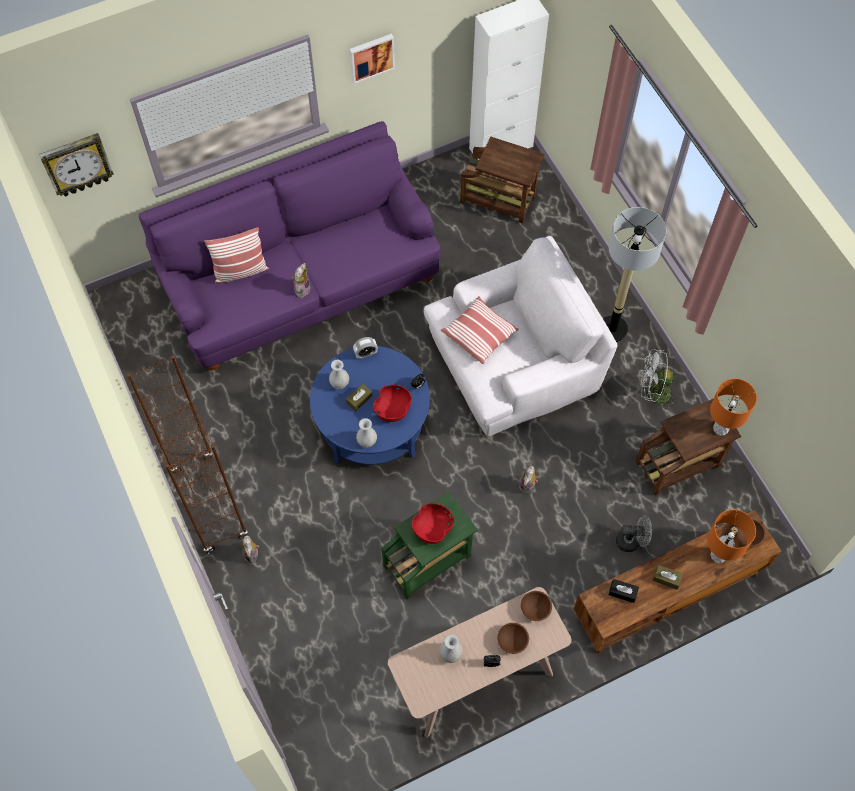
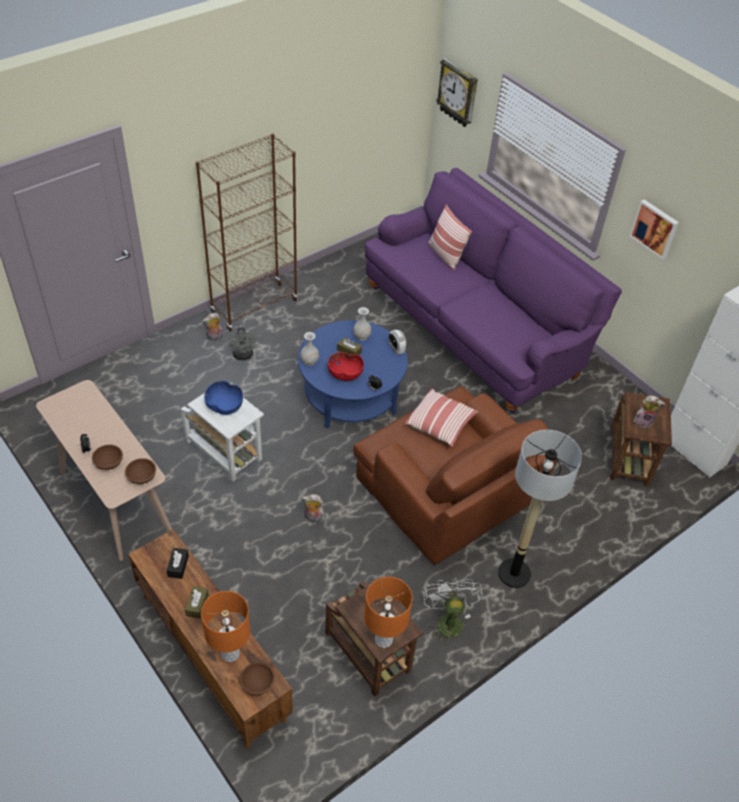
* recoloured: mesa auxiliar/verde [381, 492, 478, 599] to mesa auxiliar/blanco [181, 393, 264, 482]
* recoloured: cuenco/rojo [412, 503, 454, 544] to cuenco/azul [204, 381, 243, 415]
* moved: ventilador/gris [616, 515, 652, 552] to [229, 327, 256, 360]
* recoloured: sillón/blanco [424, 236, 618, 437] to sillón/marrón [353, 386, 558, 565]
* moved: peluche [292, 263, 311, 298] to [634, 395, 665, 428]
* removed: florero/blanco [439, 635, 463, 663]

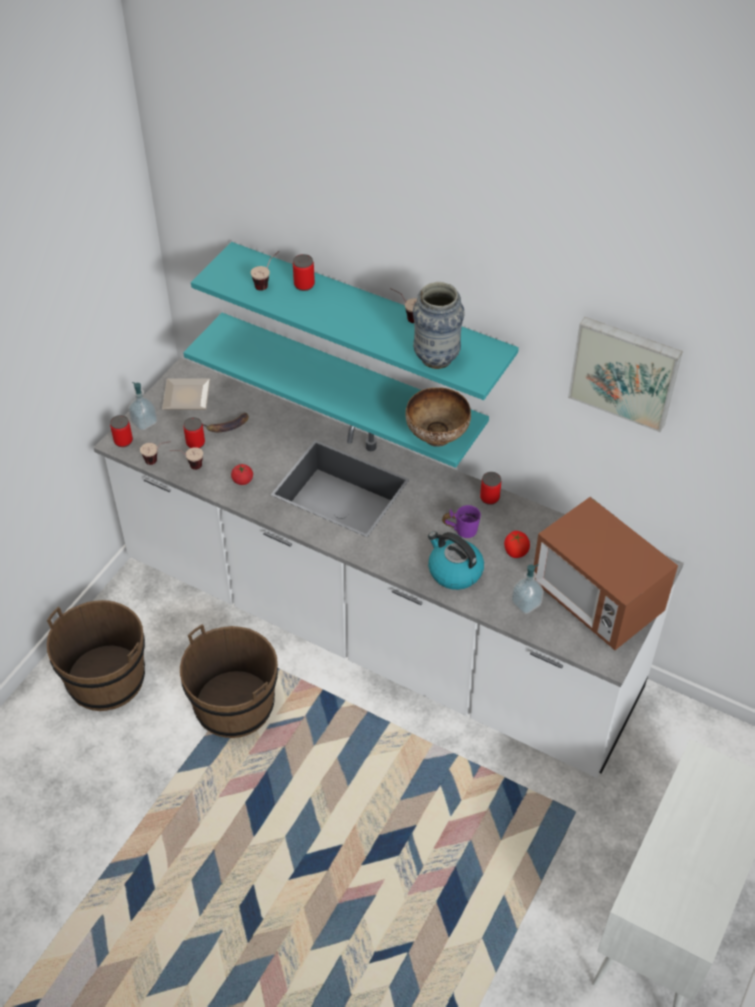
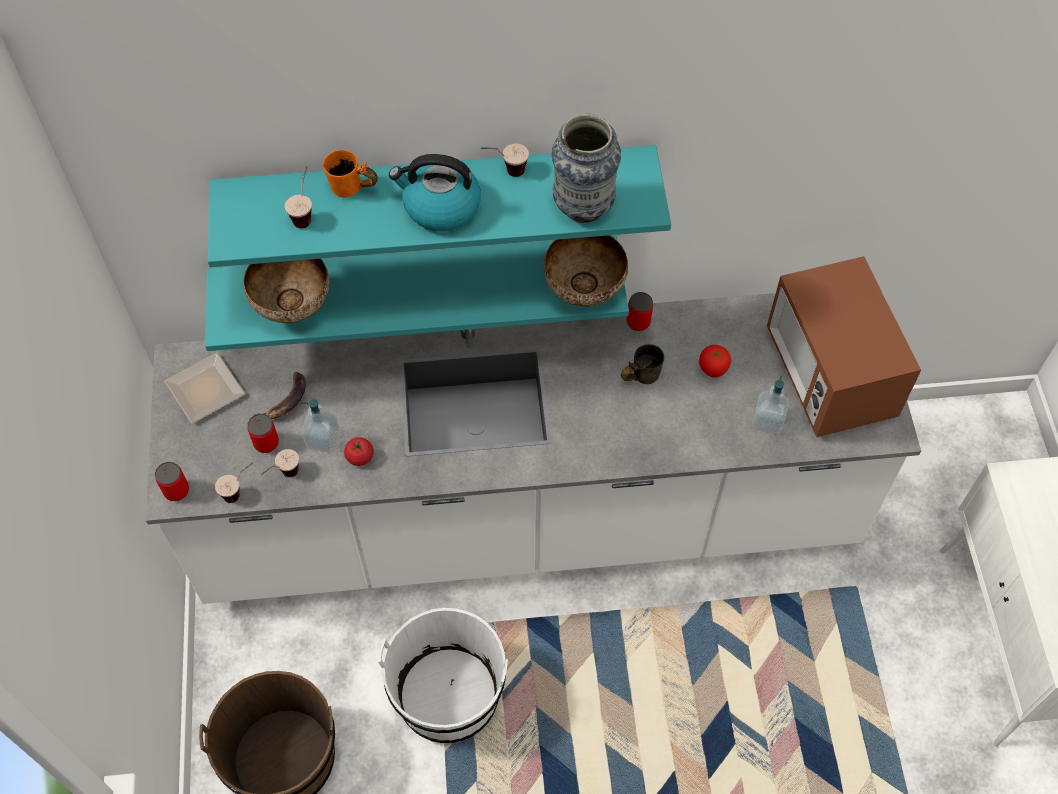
* added: cuenco [243, 259, 329, 323]
* moved: dispensador de jabón [128, 382, 158, 431] to [302, 399, 340, 452]
* replaced: lata [293, 254, 315, 291] to taza grande/naranja [323, 150, 378, 198]
* recoloured: cubo/marrón [180, 624, 278, 738] to cubo/blanco [378, 608, 508, 743]
* moved: hervidor [428, 531, 484, 590] to [389, 154, 481, 231]
* recoloured: taza grande/morado [442, 505, 481, 538] to taza grande/gris [621, 344, 664, 384]
* turned: microondas [534, 497, 678, 650] = [767, 256, 921, 437] 60 degrees clockwise
* removed: cuadro [568, 317, 683, 432]

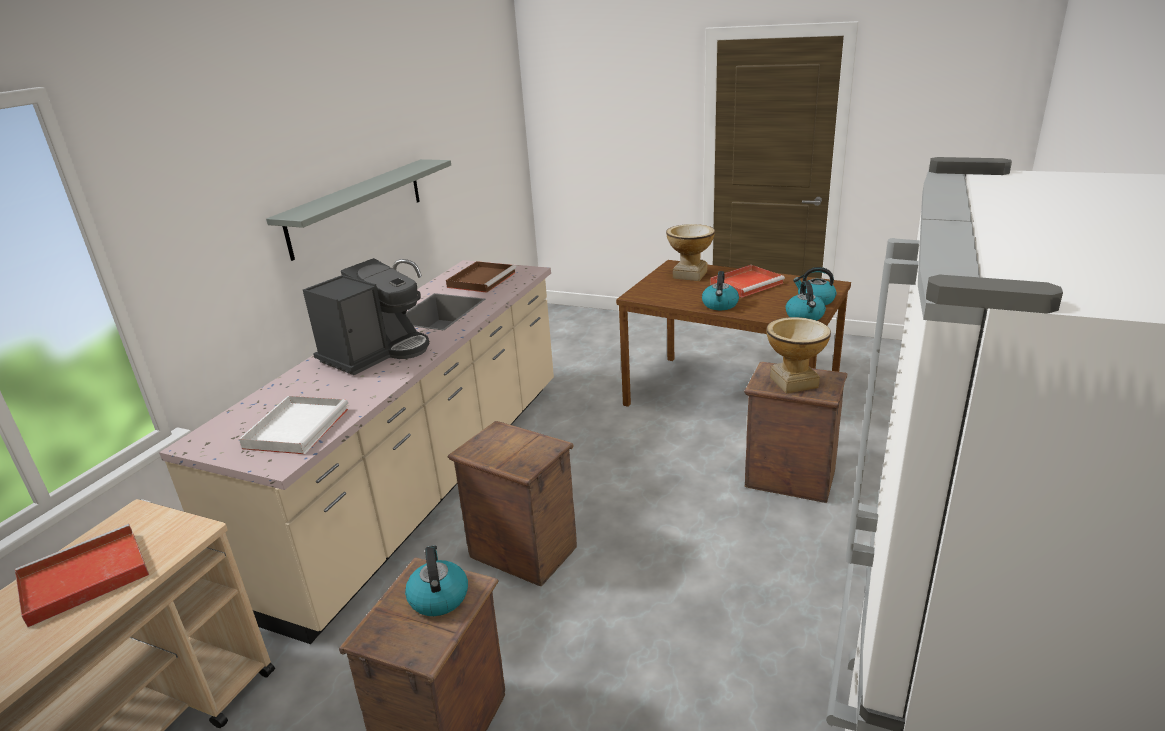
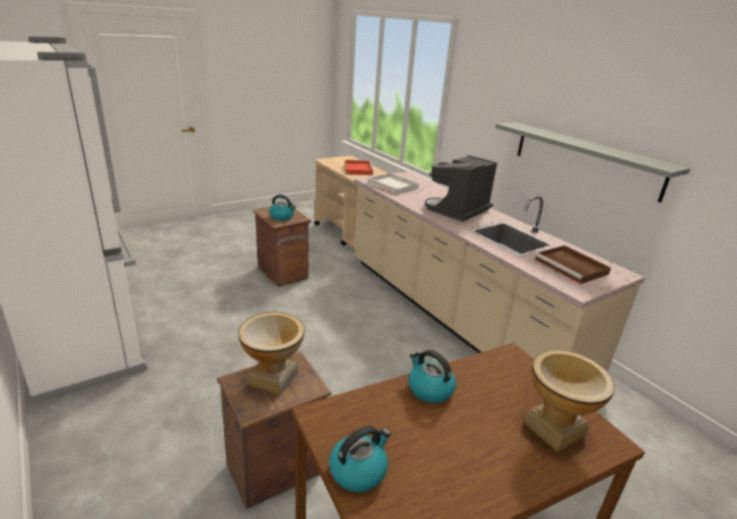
* turned: cafetera [303, 258, 430, 375] = [425, 155, 497, 222] 60 degrees clockwise
* removed: caja de embalaje [447, 421, 577, 586]
* removed: bandeja/rojo [710, 265, 785, 298]
* removed: hervidor [786, 281, 826, 321]

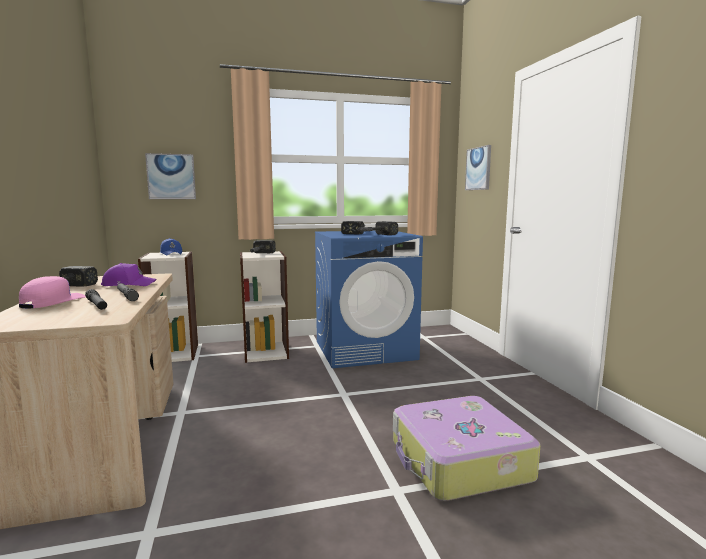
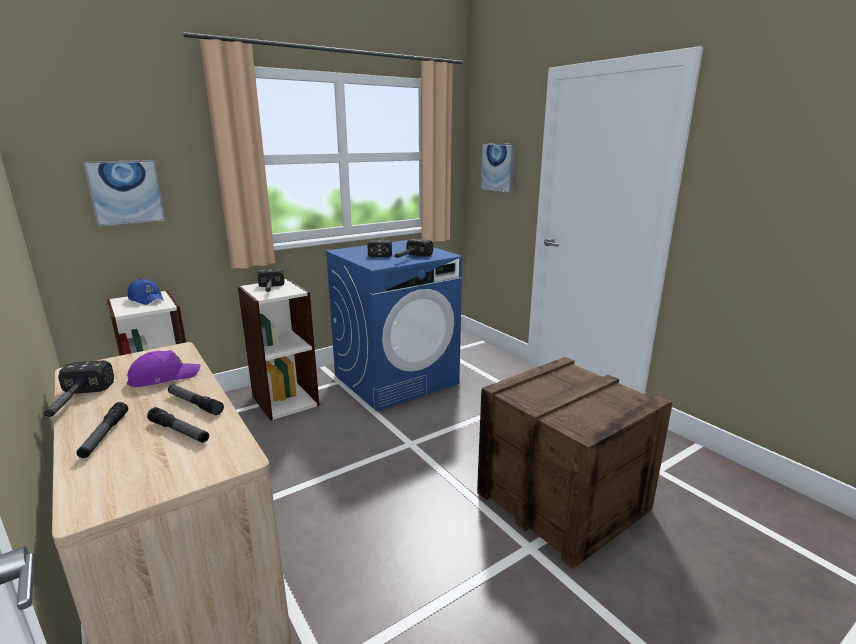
* replaced: gorra/rosa [19, 276, 86, 308] to linterna [77, 402, 128, 458]
* replaced: maleta [393, 396, 540, 501] to caja de embalaje [477, 357, 672, 569]

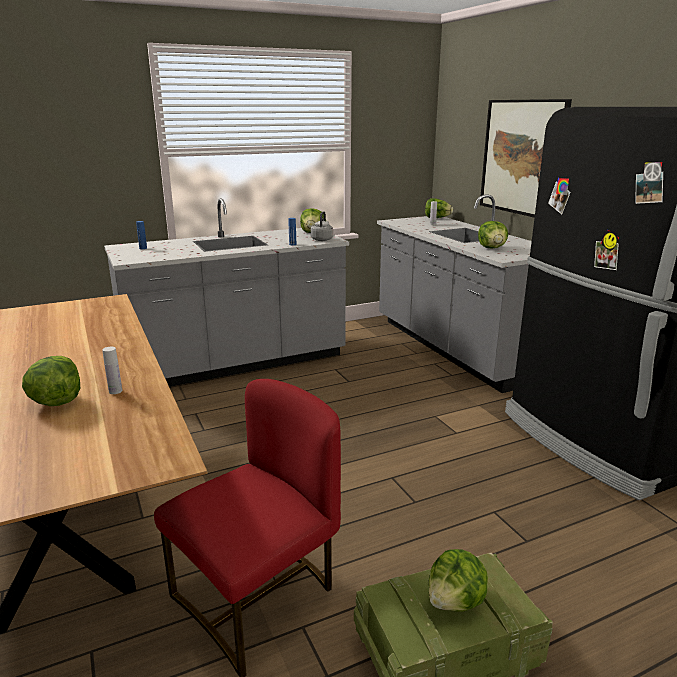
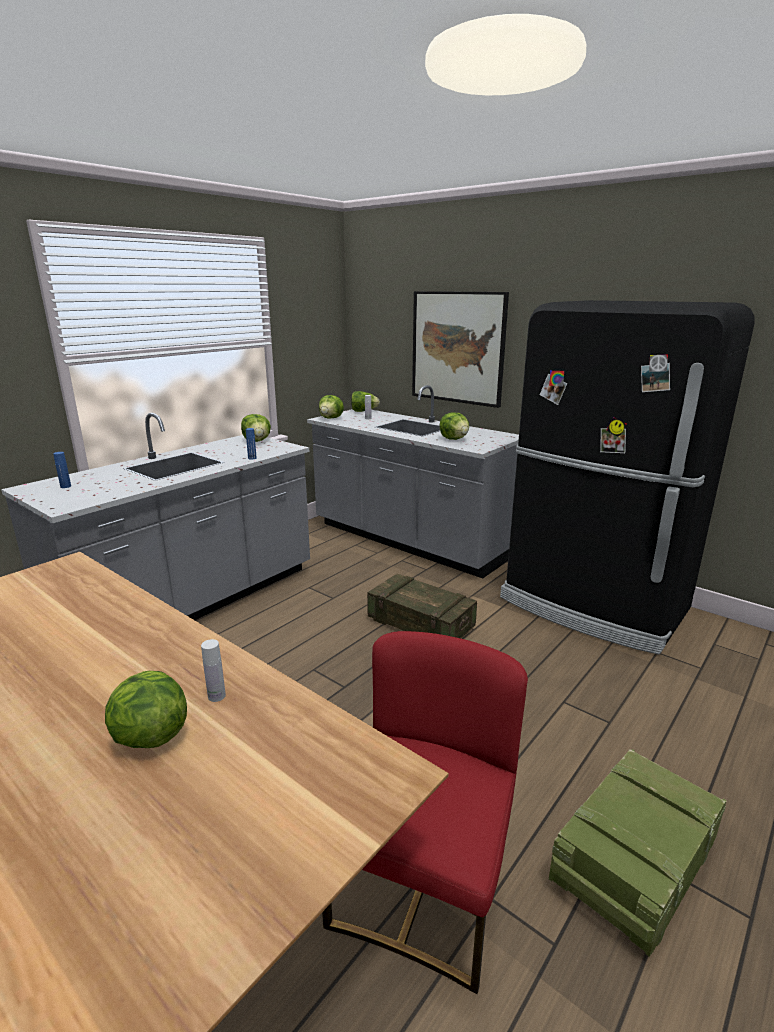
* moved: lechuga [429, 549, 488, 612] to [319, 395, 344, 419]
* added: caja de embalaje [367, 574, 477, 638]
* removed: hervidor/gris [311, 211, 333, 241]

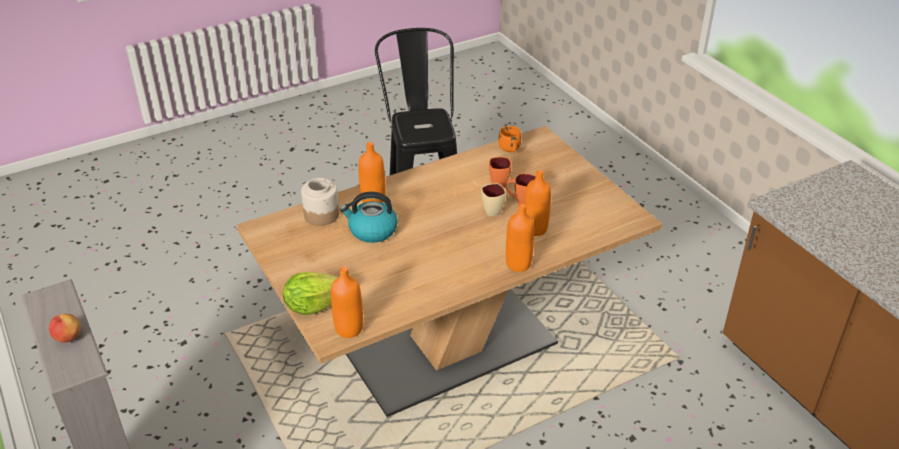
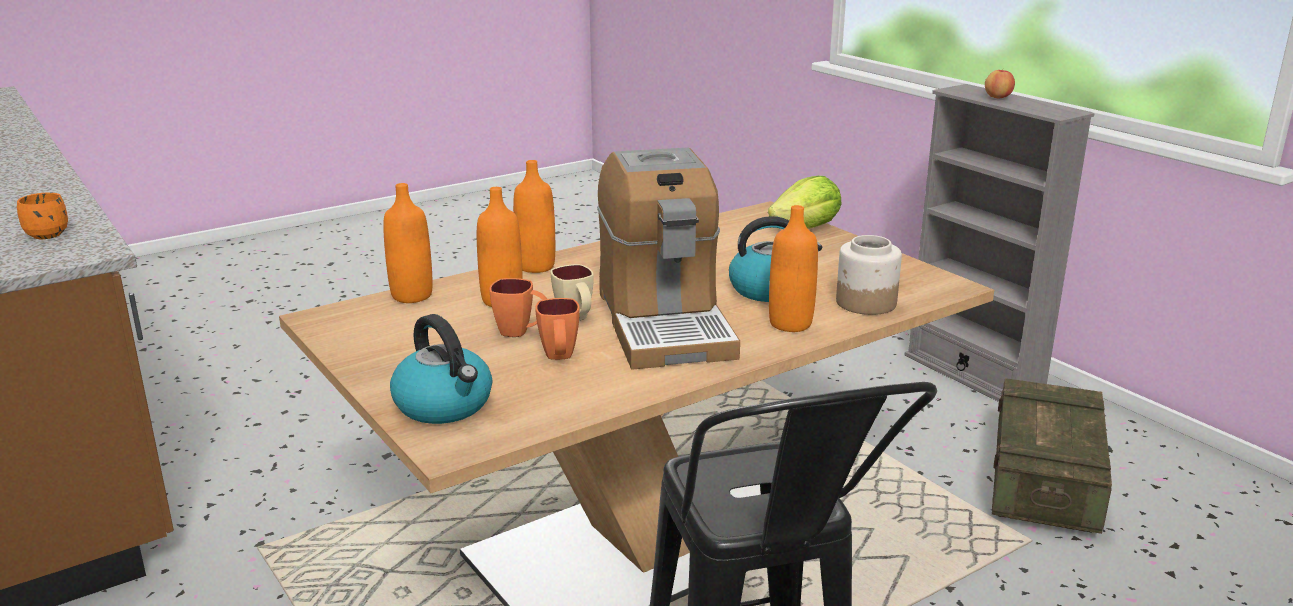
* moved: taza grande/naranja [498, 126, 521, 152] to [17, 192, 68, 239]
* moved: botella/naranja [331, 267, 363, 338] to [383, 183, 433, 303]
* added: hervidor [390, 314, 492, 424]
* added: cafetera [597, 147, 740, 370]
* added: caja de embalaje [992, 378, 1112, 534]

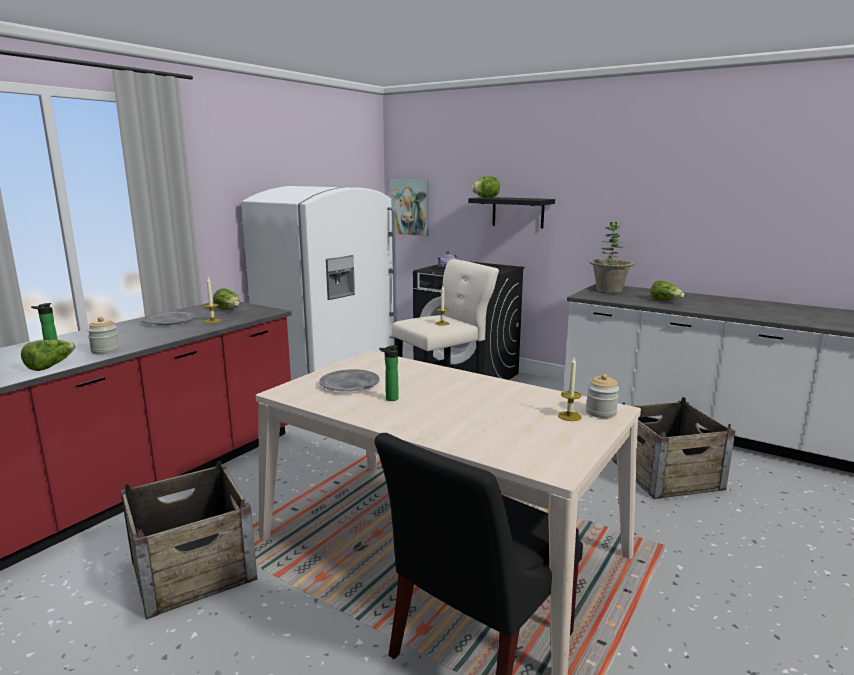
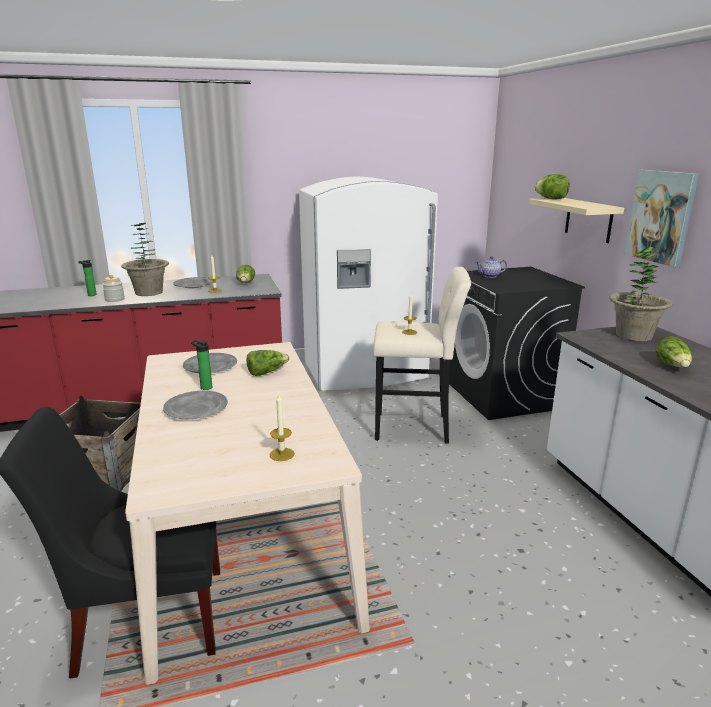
* added: planta en maceta [121, 223, 169, 296]
* added: plato/gris [163, 391, 228, 419]
* moved: lechuga [21, 340, 75, 371] to [247, 350, 290, 376]
* recoloured: estante/negro [468, 197, 555, 229] to estante/beis [529, 198, 624, 243]
* moved: cuadro [390, 179, 429, 236] to [624, 169, 699, 268]
* removed: tarro [586, 374, 619, 418]
* removed: caja de embalaje [613, 397, 735, 499]

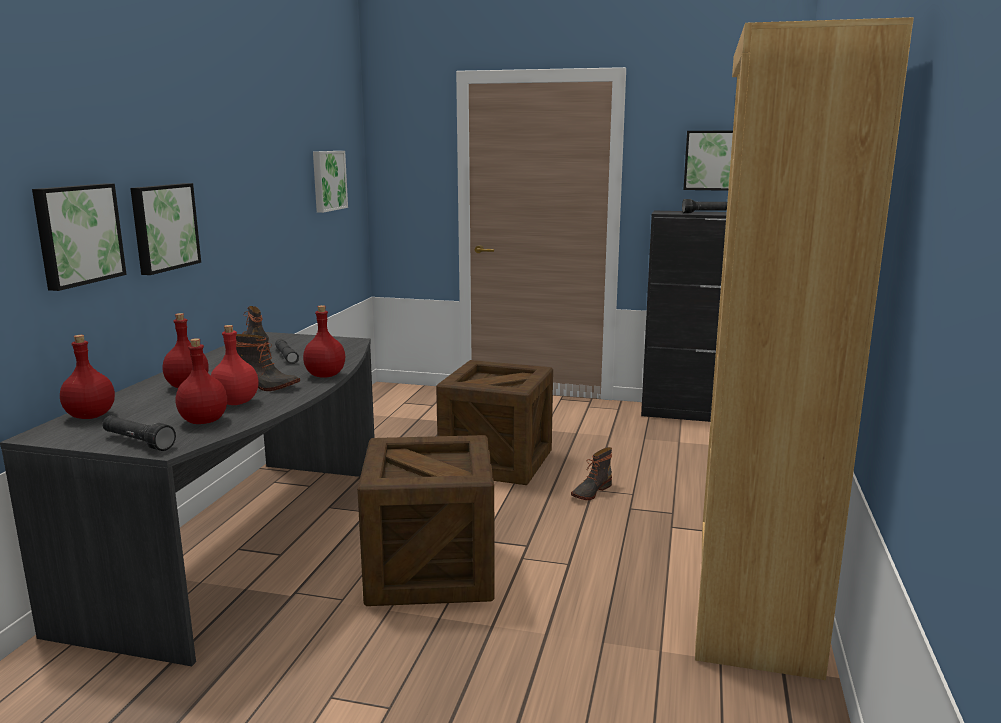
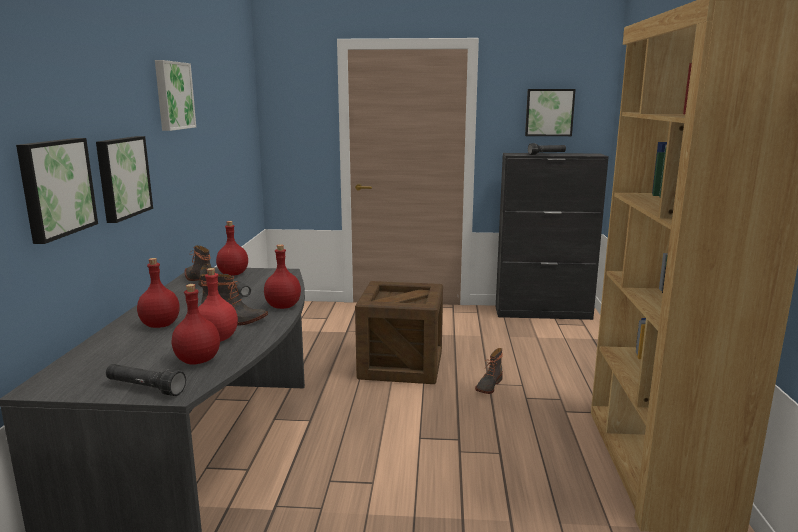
* moved: cuadro [313, 151, 348, 213] to [155, 60, 196, 131]
* moved: botella/rojo [60, 335, 115, 419] to [216, 221, 248, 276]
* removed: caja de embalaje [357, 435, 495, 606]

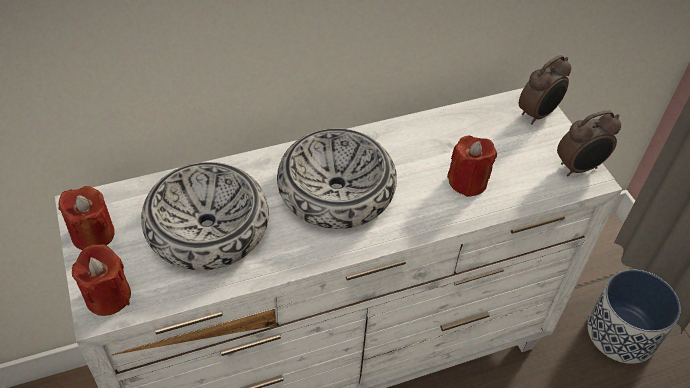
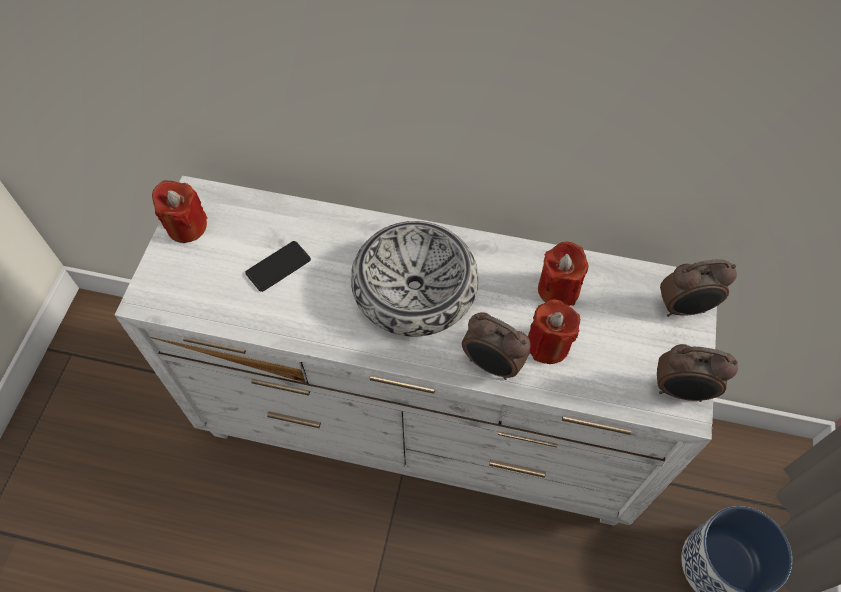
* replaced: cuenco [141, 162, 269, 270] to móvil [245, 241, 311, 292]
* added: despertador [462, 312, 531, 380]
* moved: vela/rojo [72, 244, 131, 316] to [538, 242, 589, 306]

